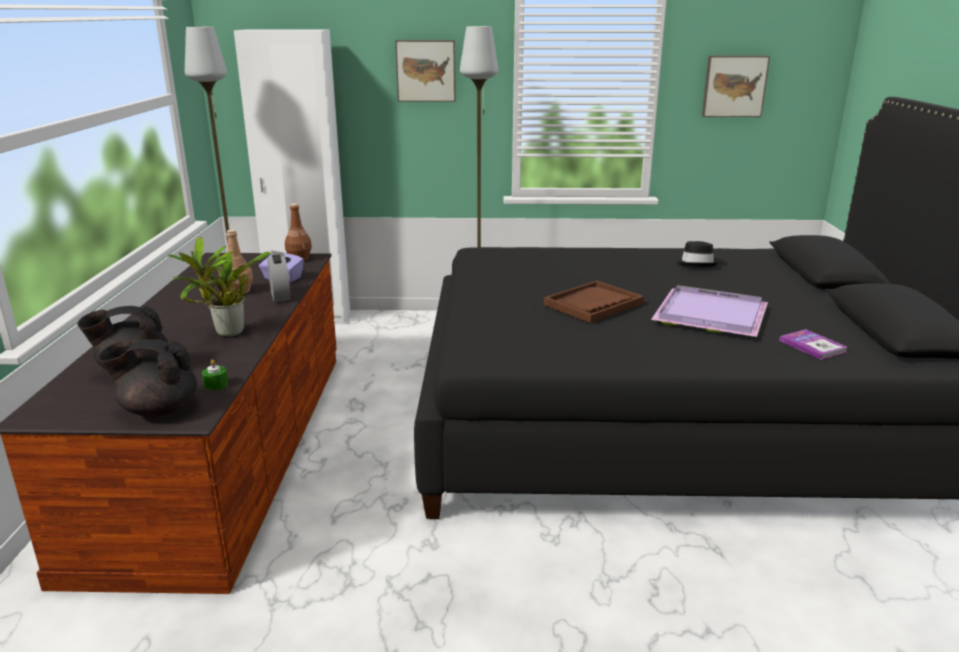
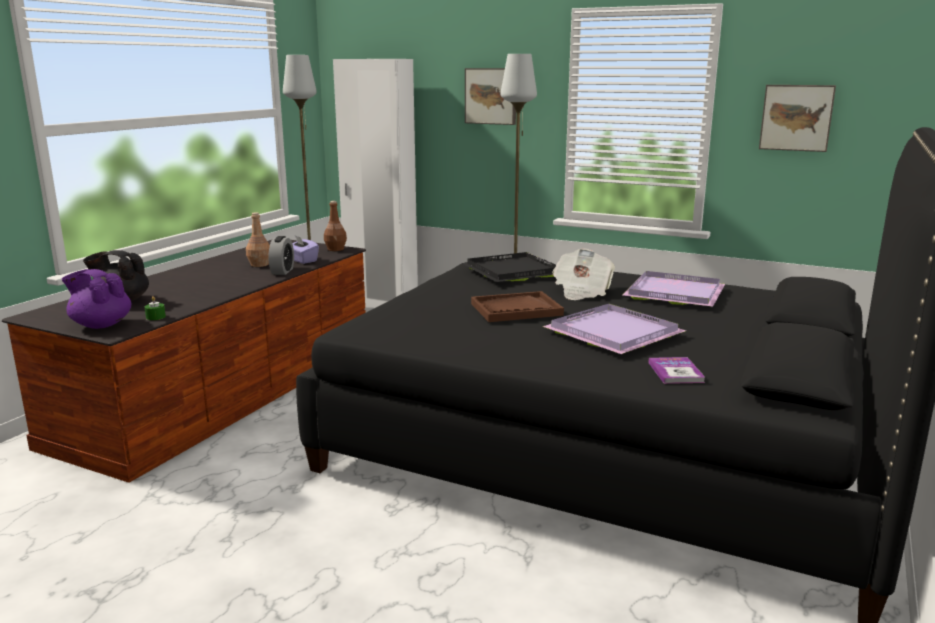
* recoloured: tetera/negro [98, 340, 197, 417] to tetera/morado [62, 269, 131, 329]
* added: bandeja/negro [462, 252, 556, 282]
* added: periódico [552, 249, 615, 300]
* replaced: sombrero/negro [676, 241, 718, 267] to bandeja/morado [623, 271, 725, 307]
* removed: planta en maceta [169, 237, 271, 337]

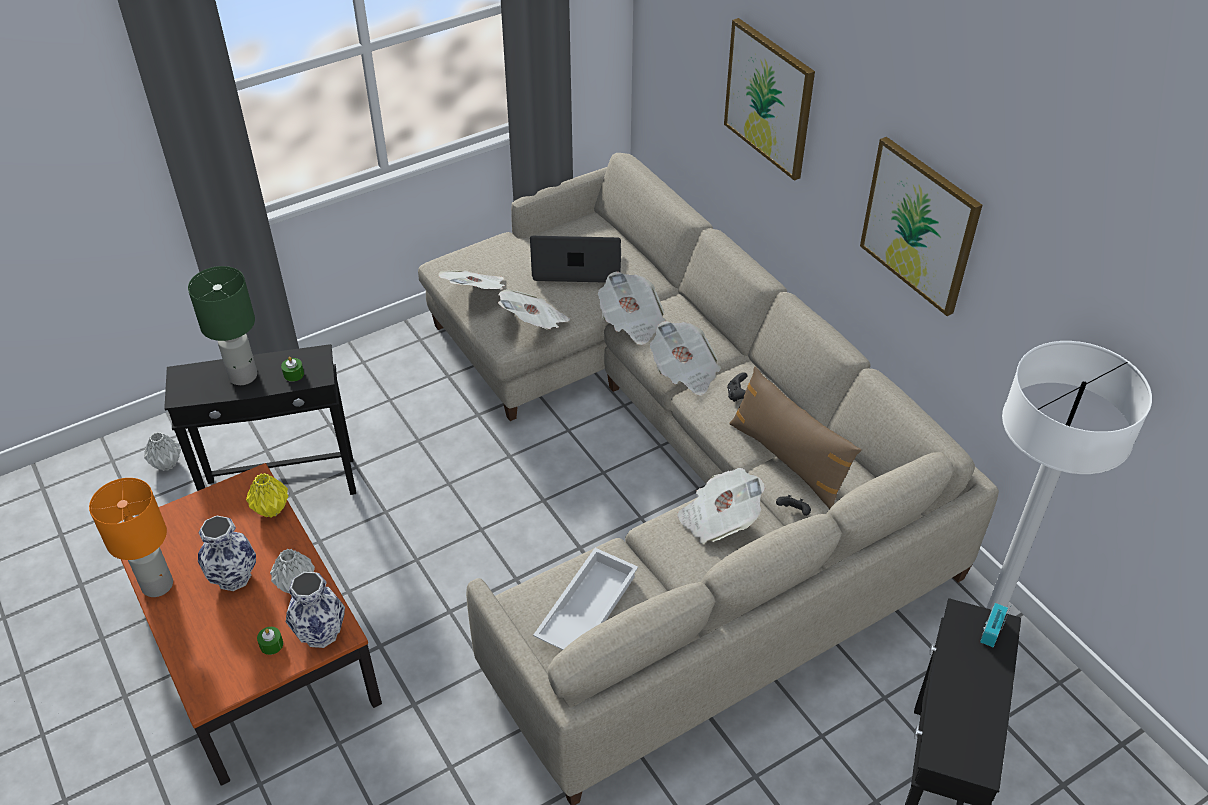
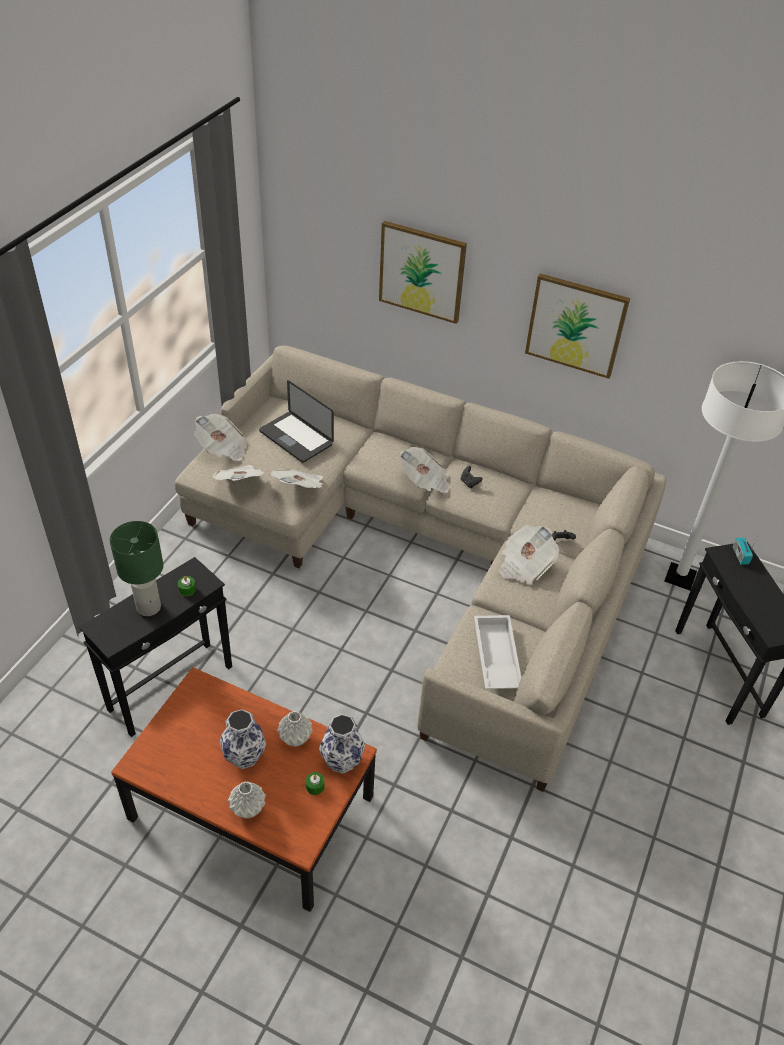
* moved: periódico [598, 271, 666, 345] to [194, 414, 247, 461]
* moved: florero/gris [144, 432, 181, 471] to [228, 781, 266, 818]
* turned: portátil [530, 236, 621, 283] = [259, 380, 334, 463] 105 degrees counterclockwise
* removed: lámpara de mesa/naranja [89, 478, 173, 597]
* removed: florero/amarillo [246, 473, 288, 518]
* removed: cojín/marrón [729, 367, 862, 509]

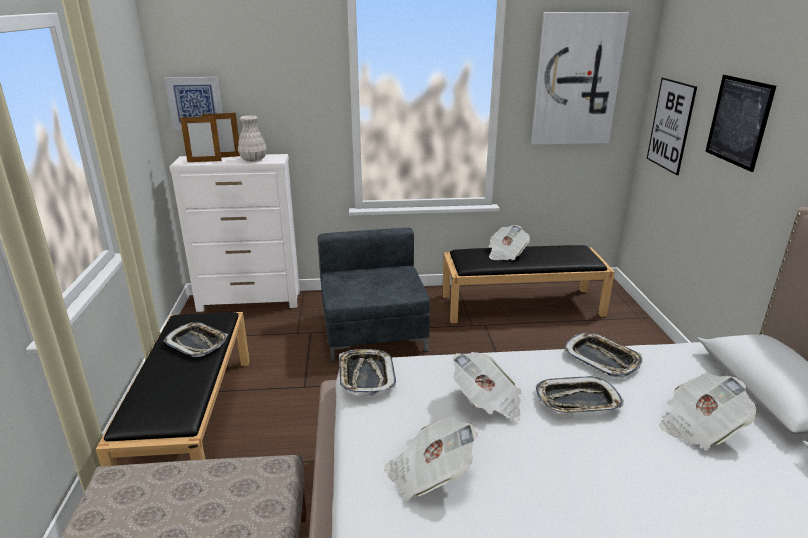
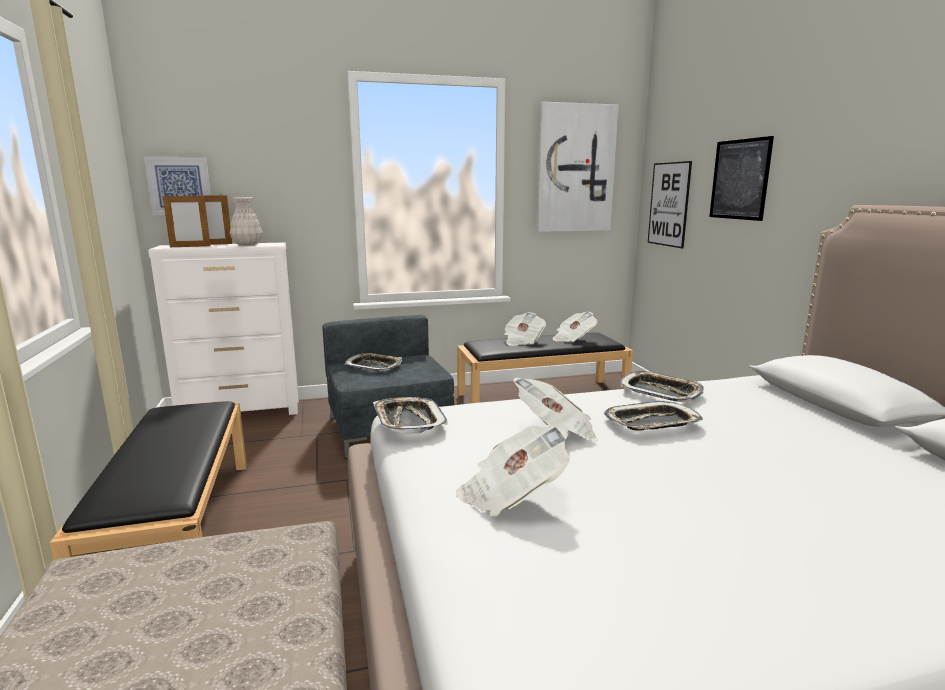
* moved: bandeja [163, 322, 228, 357] to [345, 353, 402, 371]
* moved: periódico [659, 373, 756, 450] to [552, 312, 597, 342]

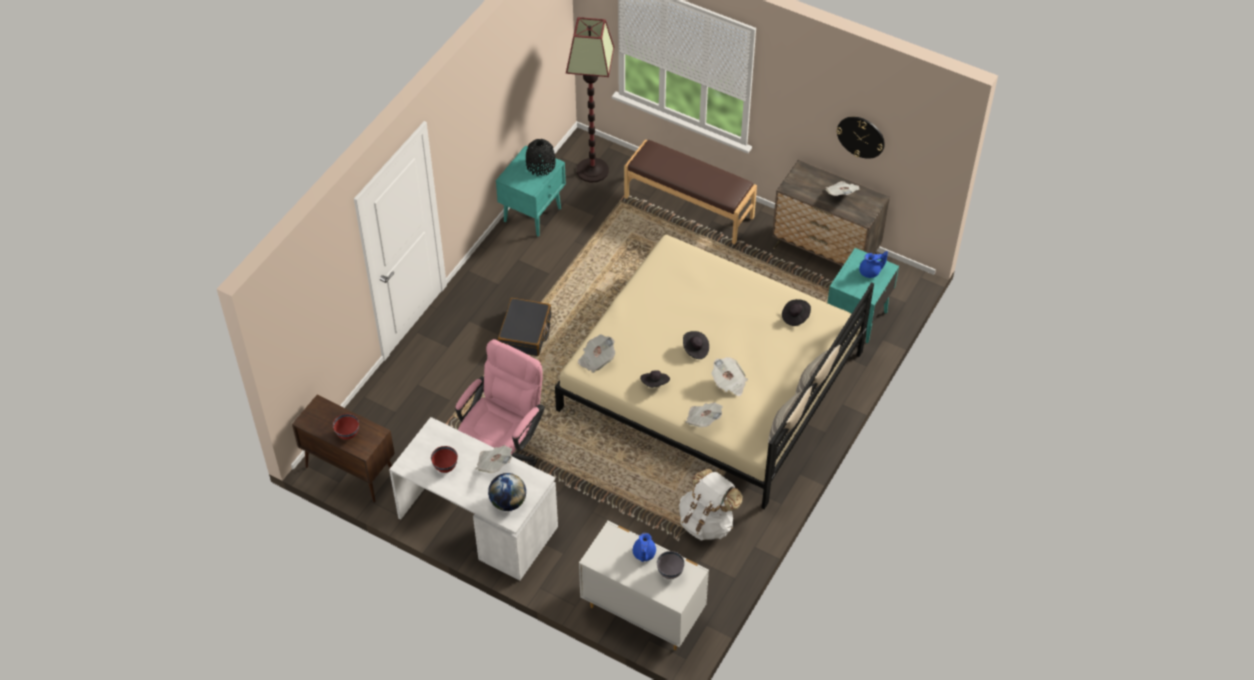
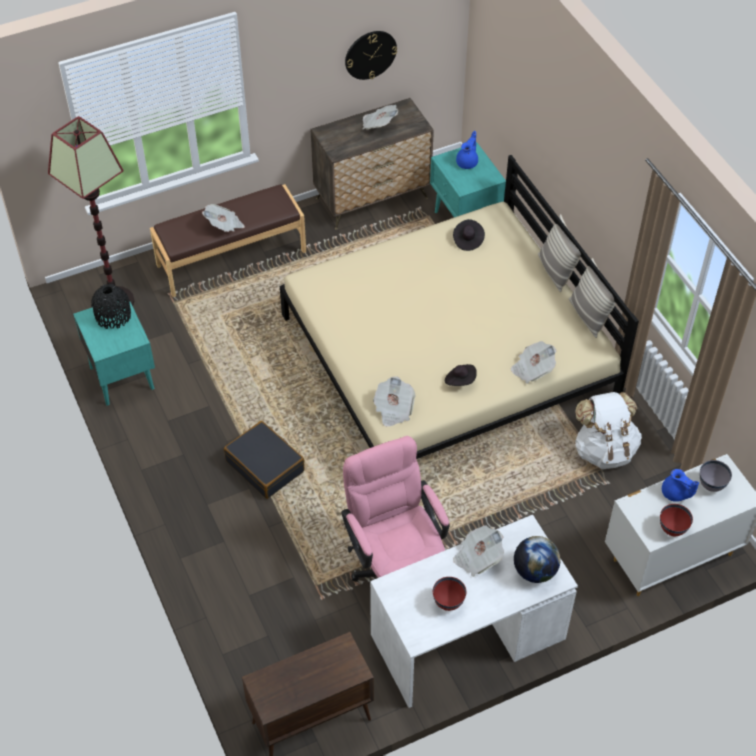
* moved: periódico [711, 357, 748, 396] to [202, 204, 245, 232]
* moved: cuenco/rojo [333, 414, 359, 440] to [660, 504, 693, 536]
* removed: sombrero/negro [683, 331, 709, 359]

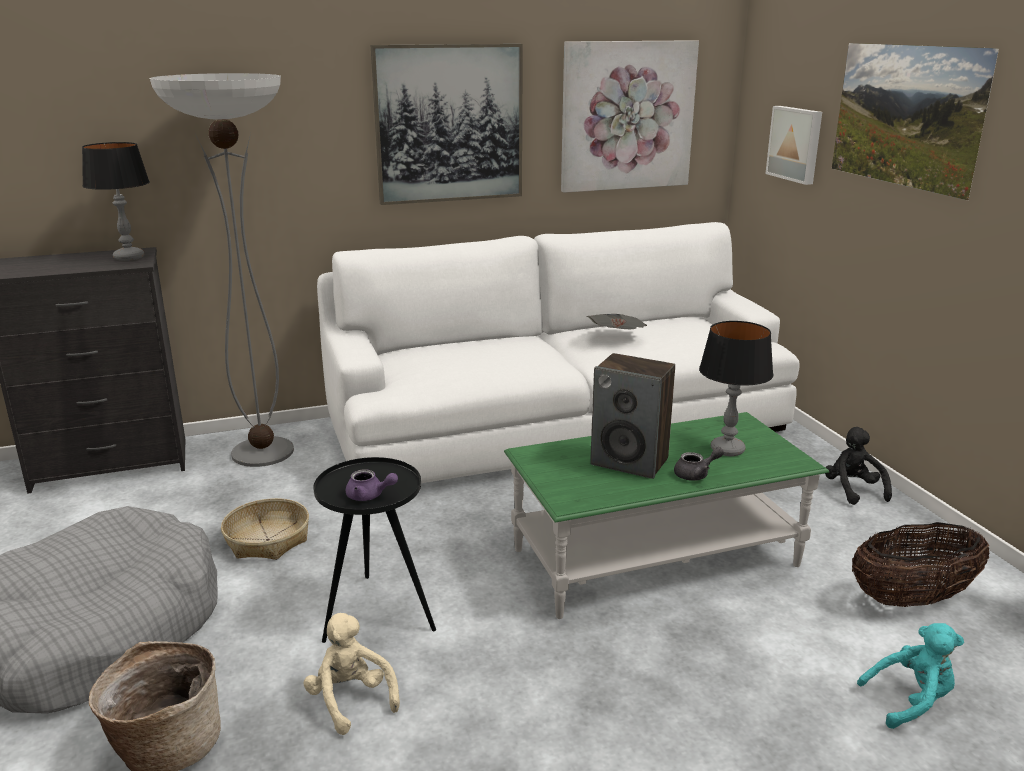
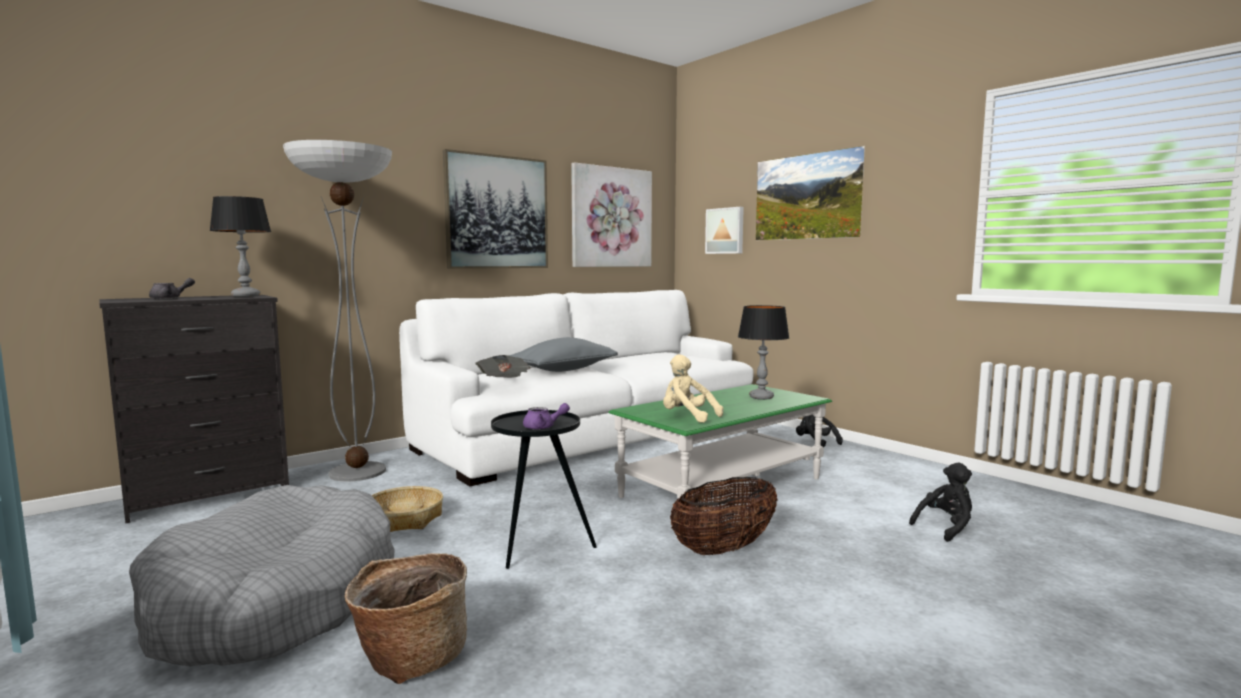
* moved: tetera/gris [674, 447, 724, 481] to [149, 278, 195, 299]
* moved: periódico [586, 314, 647, 329] to [475, 355, 531, 378]
* added: cojín/gris [509, 337, 618, 372]
* moved: peluche/beis [304, 613, 400, 735] to [663, 354, 723, 423]
* moved: cesta [852, 522, 989, 607] to [670, 477, 777, 555]
* recoloured: peluche/turquesa [857, 623, 964, 729] to peluche/negro [909, 463, 972, 542]
* removed: altavoz [590, 353, 675, 479]

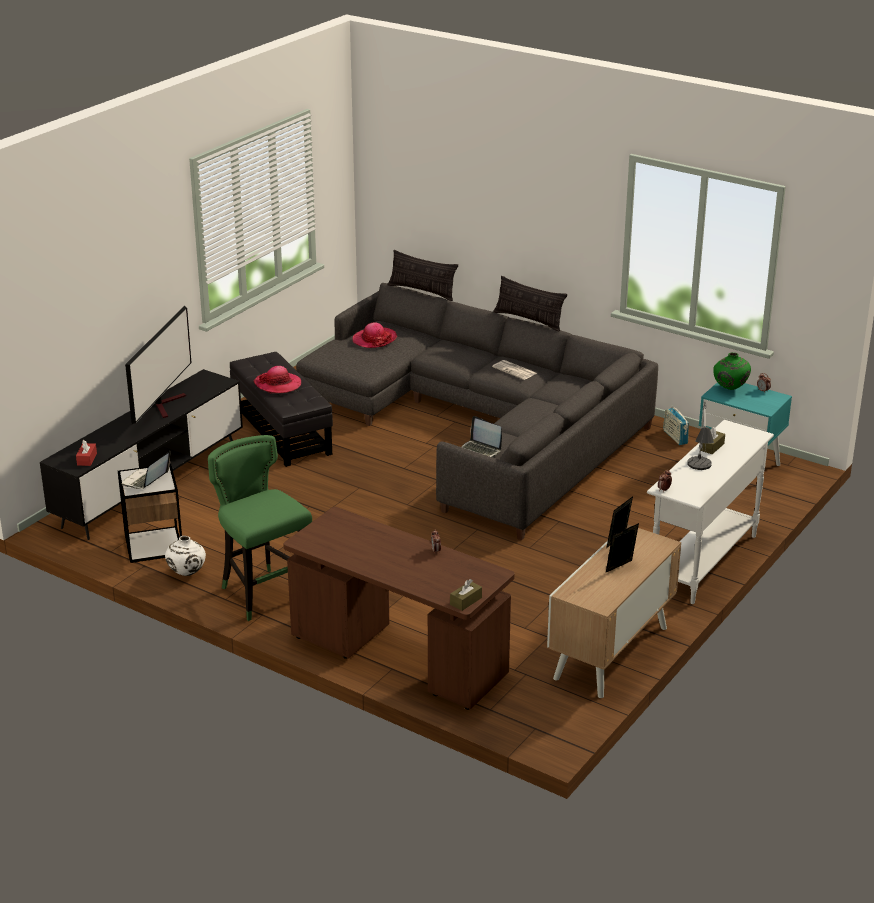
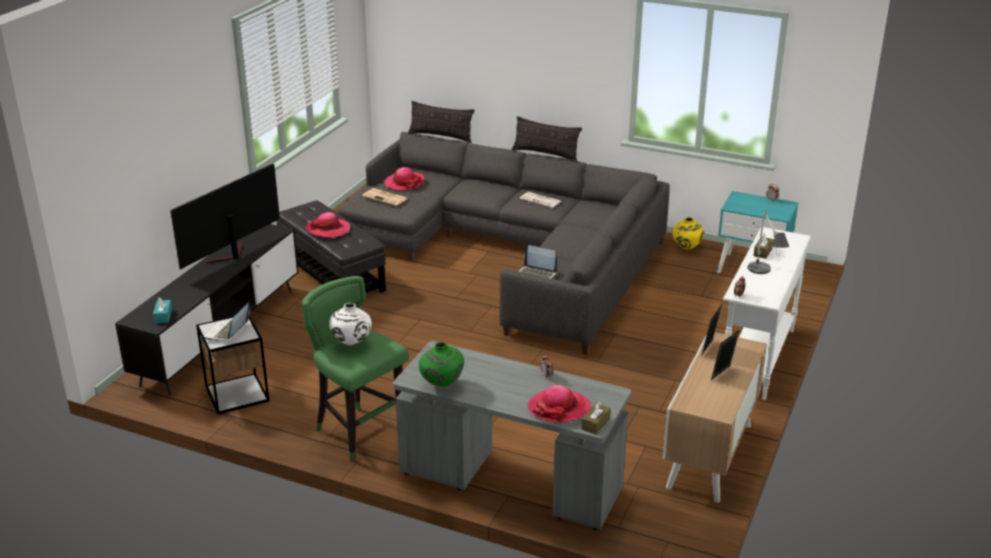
* recoloured: caja de pañuelos/rojo [76, 440, 97, 466] to caja de pañuelos/turquesa [153, 297, 172, 323]
* turned: televisor [125, 305, 191, 424] = [170, 164, 280, 269] 150 degrees counterclockwise
* moved: florero/blanco [165, 536, 206, 576] to [329, 303, 372, 345]
* added: periódico [362, 188, 409, 206]
* recoloured: escritorio/marrón [284, 507, 515, 710] to escritorio/gris [393, 341, 631, 530]
* moved: florero/verde [713, 353, 751, 390] to [419, 342, 464, 387]
* added: sombrero [528, 385, 591, 423]
* replaced: radio [663, 405, 689, 445] to florero/amarillo [673, 217, 704, 249]

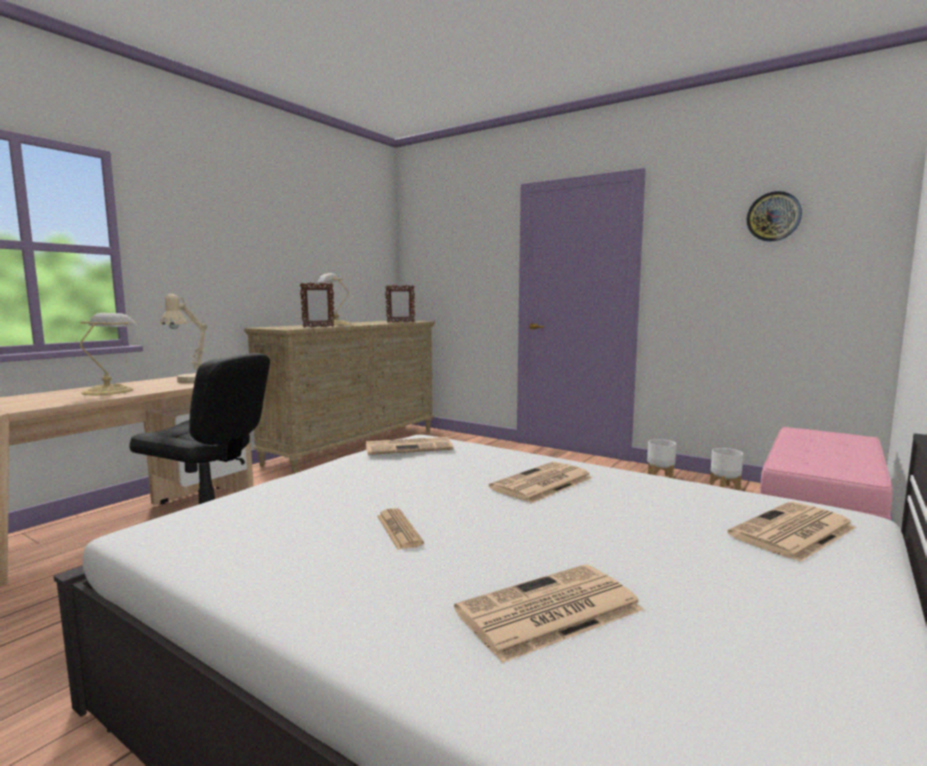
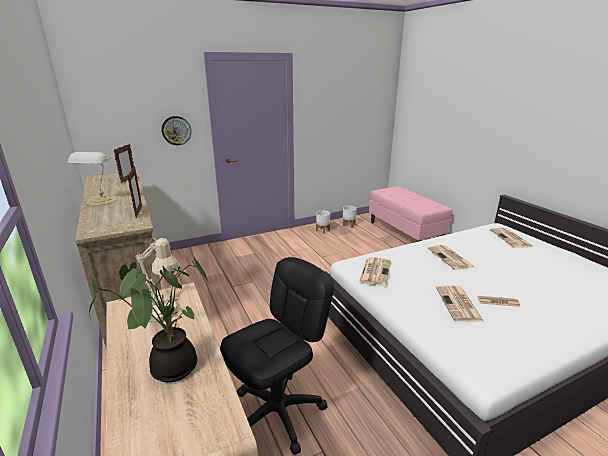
* replaced: lámpara de mesa [80, 313, 138, 395] to planta en maceta [89, 257, 209, 382]
* moved: reloj de pared [747, 191, 802, 242] to [161, 116, 192, 145]
* moved: periódico [454, 564, 644, 663] to [436, 285, 485, 322]

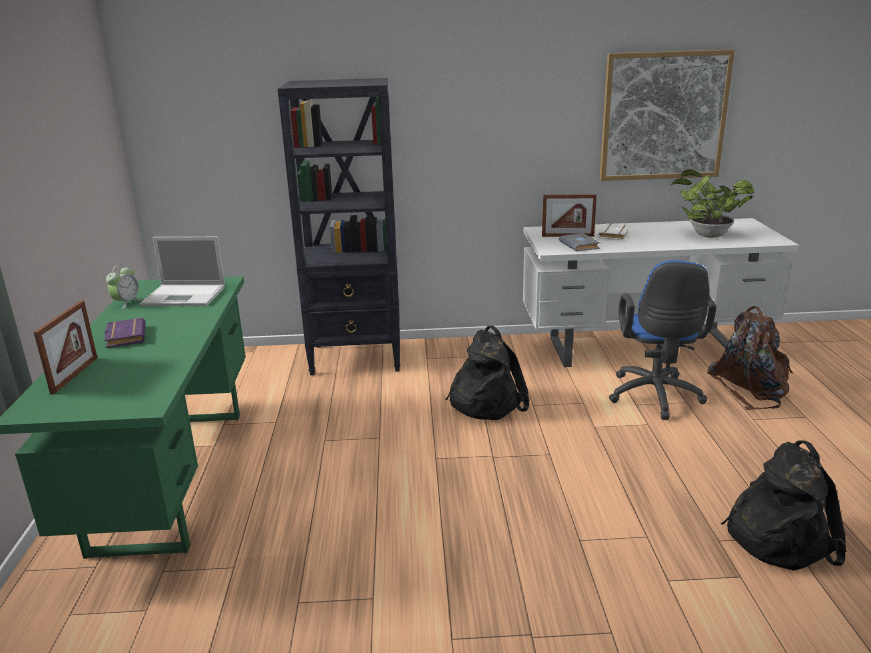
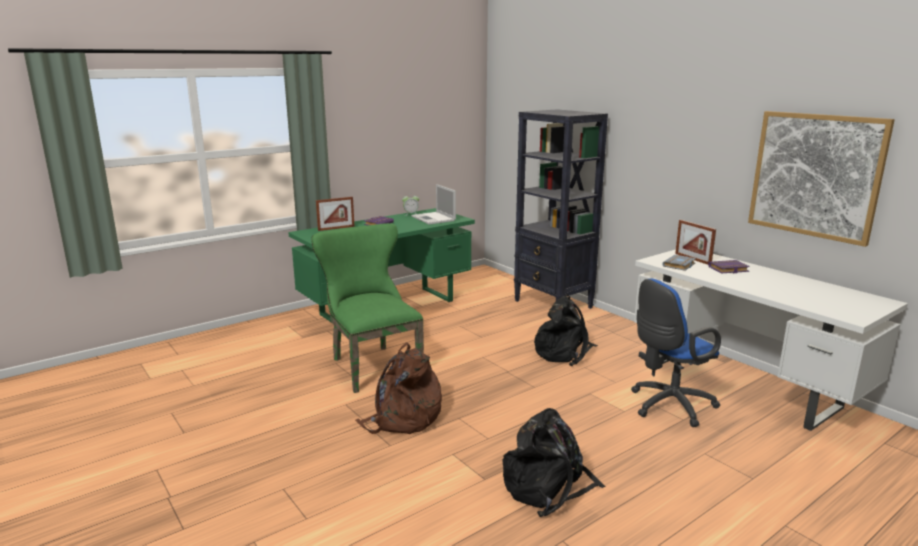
* added: silla/verde [311, 223, 424, 393]
* moved: mochila/marrón [707, 306, 793, 410] to [355, 342, 442, 434]
* recoloured: libro/blanco [598, 223, 630, 240] to libro/morado [708, 260, 750, 274]
* removed: planta en maceta [670, 169, 755, 238]

